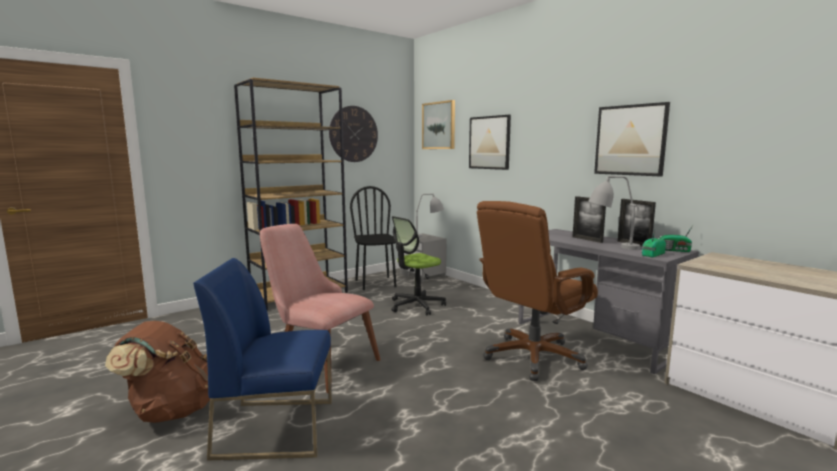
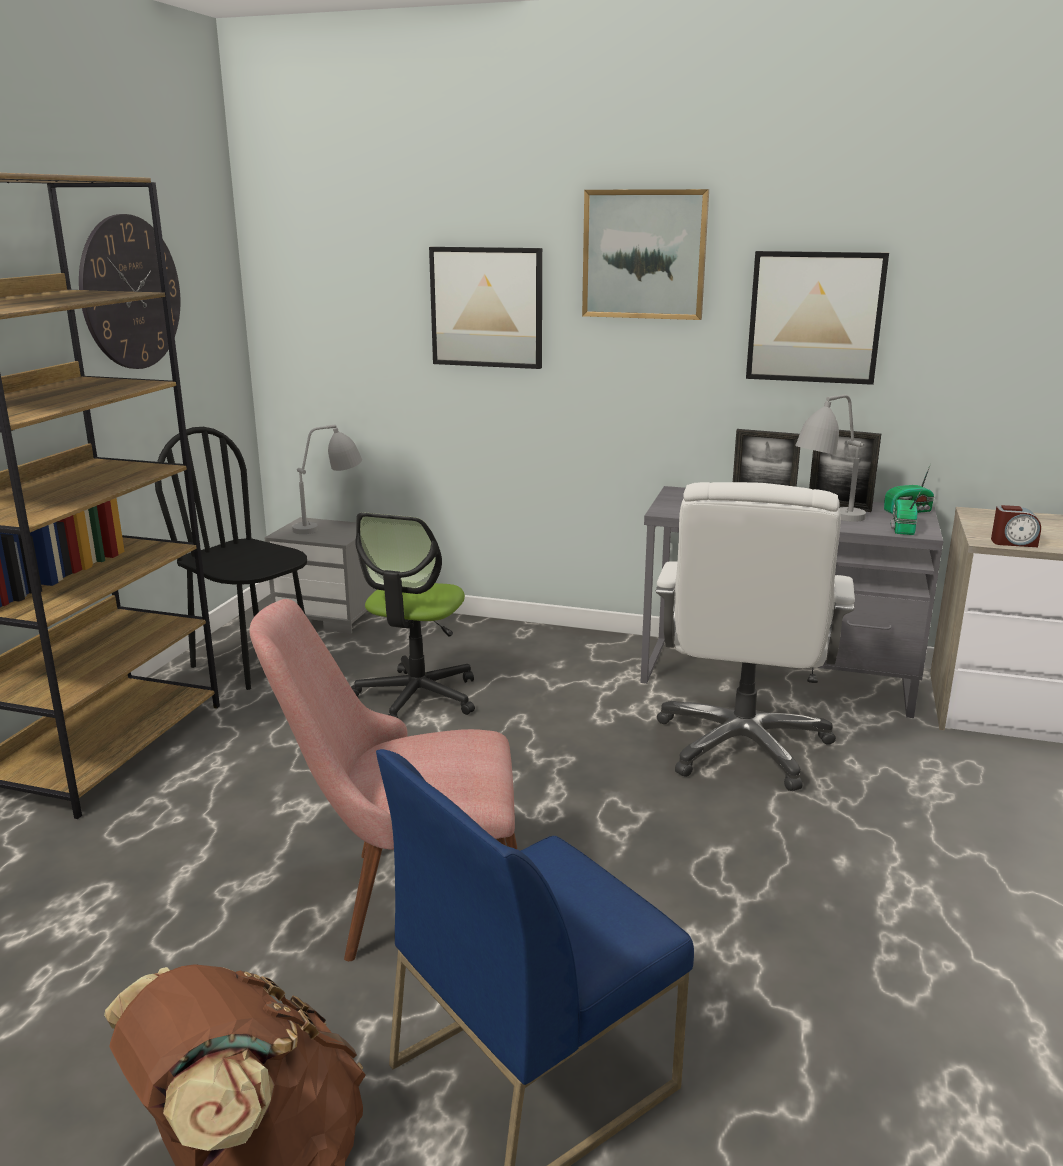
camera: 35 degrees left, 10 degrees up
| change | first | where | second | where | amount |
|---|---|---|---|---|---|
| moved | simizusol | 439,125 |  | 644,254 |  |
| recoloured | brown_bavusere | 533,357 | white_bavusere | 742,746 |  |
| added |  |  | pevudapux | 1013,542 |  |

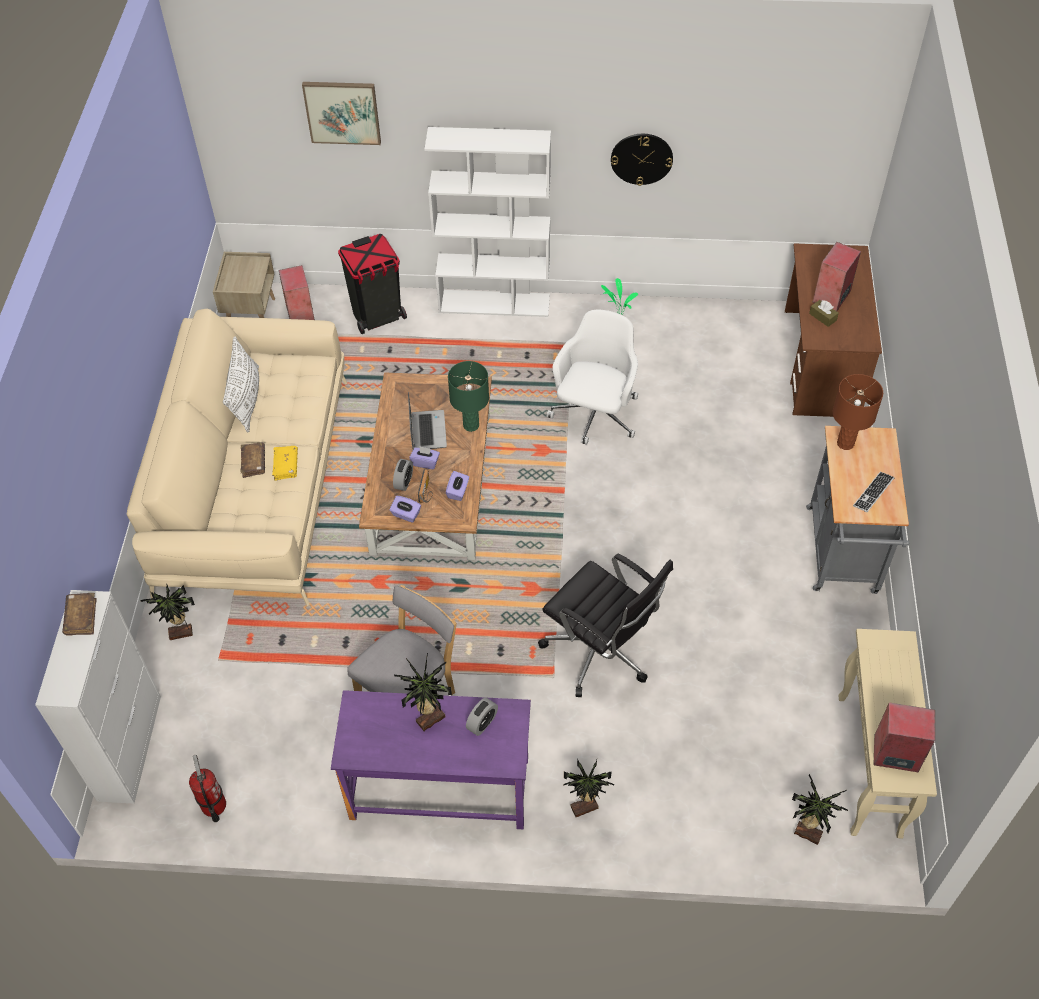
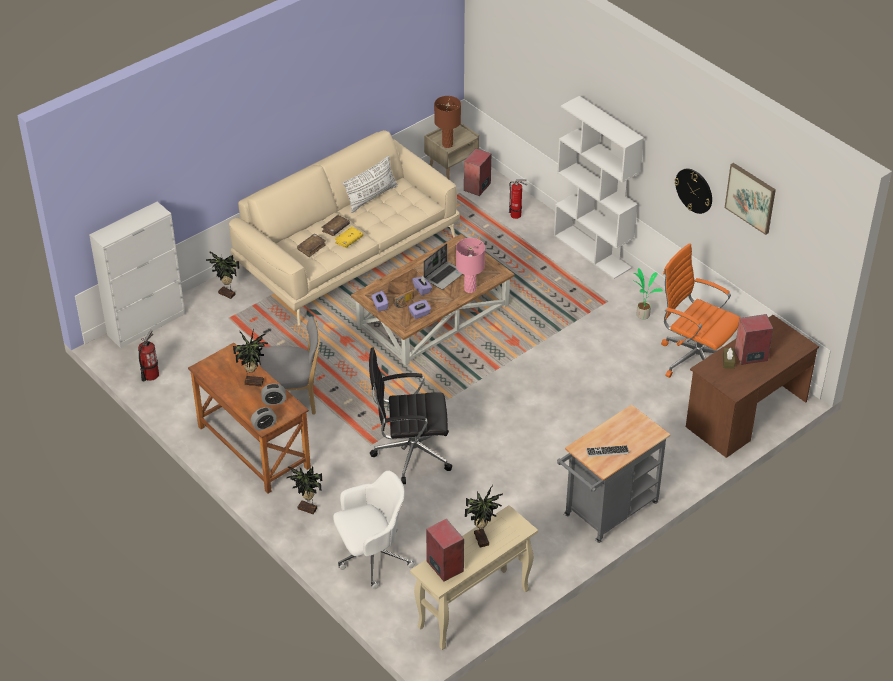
camera: 45 degrees right, 10 degrees down
| change | first | where | second | where | amount |
|---|---|---|---|---|---|
| moved | simizusol | 342,112 |  | 751,197 |  |
| replaced | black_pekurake | 377,316 | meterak | 517,215 |  |
| moved | white_bavusere | 595,415 |  | 371,557 |  |
| recoloured | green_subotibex | 471,425 | pink_subotibex | 470,289 |  |
| moved | brown_subotibex | 845,443 |  | 447,144 |  |
| moved | pevudapux | 404,482 |  | 264,425 |  |
| turned | black_bavusere | 601,652 |  | 410,453 | 90 degrees clockwise |
| moved | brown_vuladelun | 81,617 |  | 311,248 |  |
| recoloured | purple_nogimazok | 439,789 | brown_nogimazok | 253,447 |  |
| moved | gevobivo | 807,832 |  | 482,538 |  |
| added |  |  | orange_bavusere | 694,358 |  |

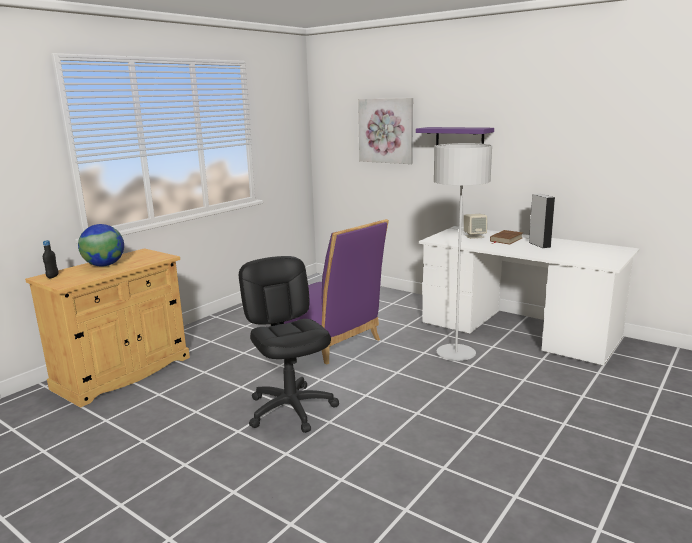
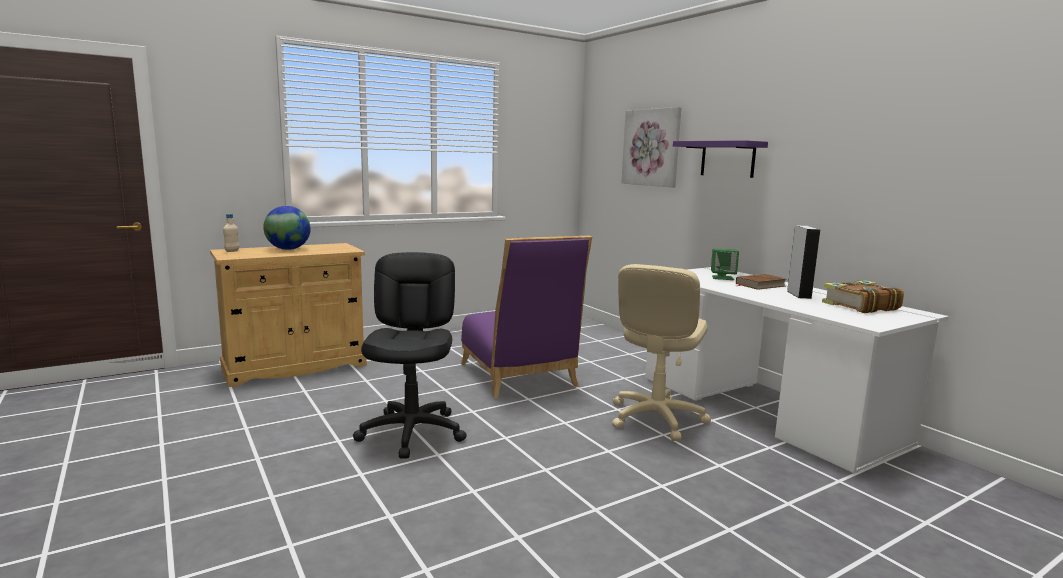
camera: 20 degrees right, 5 degrees down
| change | first | where | second | where | amount |
|---|---|---|---|---|---|
| replaced | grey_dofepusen | 456,354 | beige_bavusere | 655,418 |  |
| recoloured | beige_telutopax | 474,236 | green_telutopax | 722,278 |  |
| recoloured | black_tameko | 53,276 | beige_tameko | 232,251 |  |
| added |  |  | vuladelun | 859,306 |  |

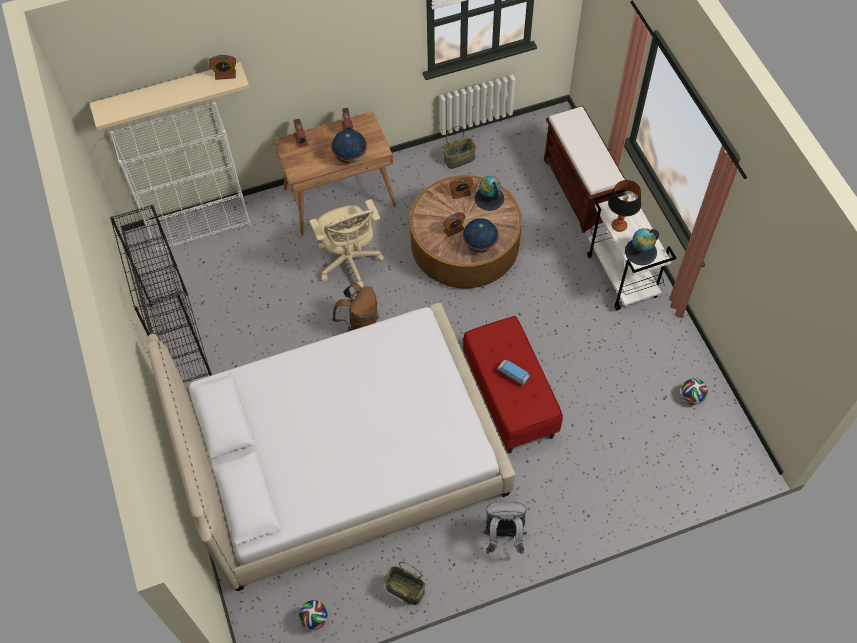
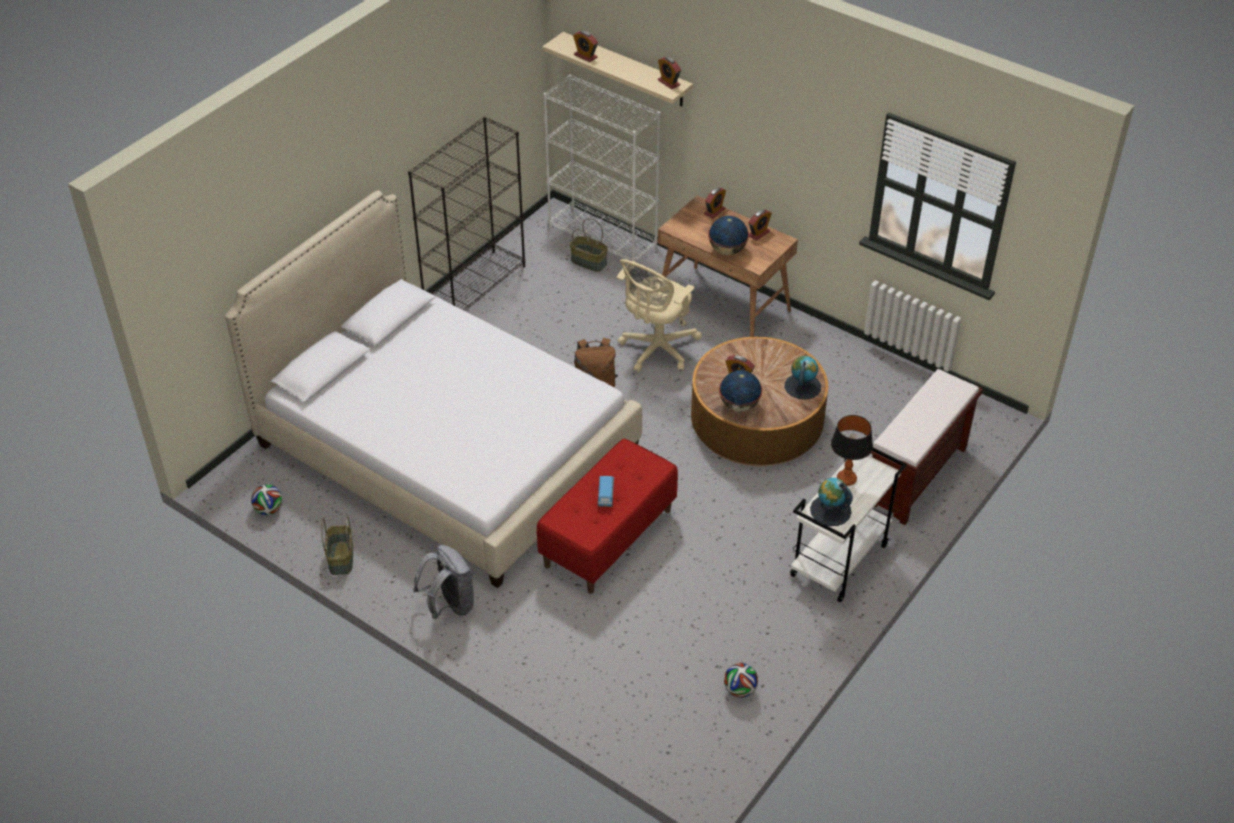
camera: 55 degrees right, 15 degrees down
| change | first | where | second | where | amount |
|---|---|---|---|---|---|
| moved | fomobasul | 459,159 |  | 589,262 |  |
| moved | pevudapux | 460,193 |  | 585,56 |  |

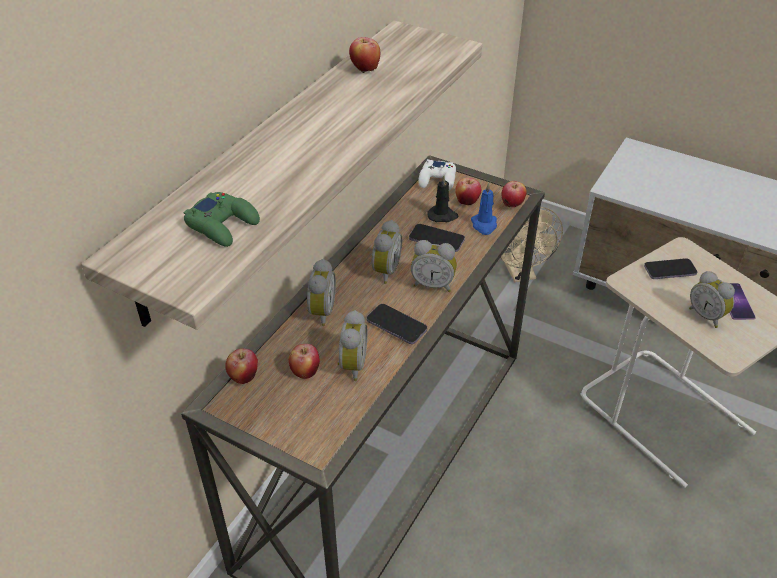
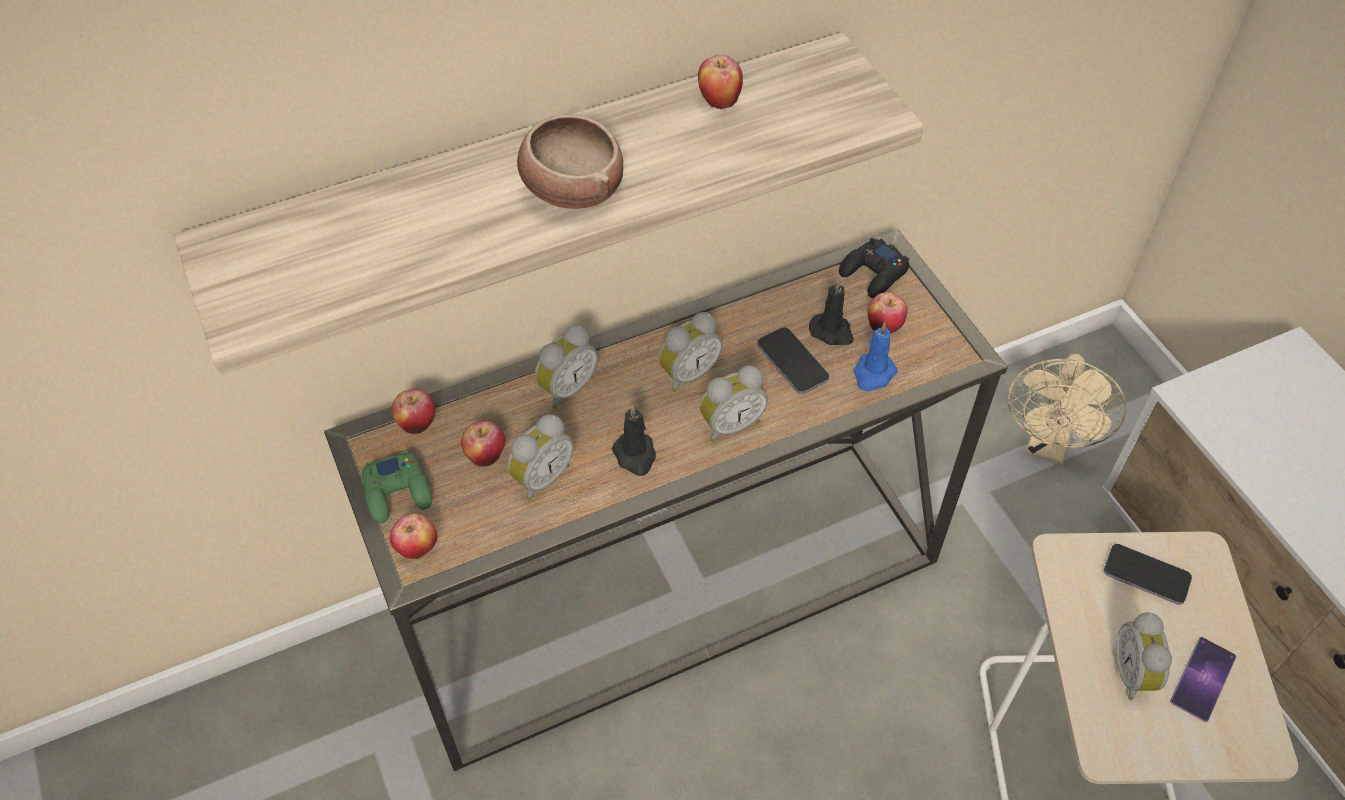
camera: 35 degrees right, 10 degrees up
| change | first | where | second | where | amount |
|---|---|---|---|---|---|
| recoloured | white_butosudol | 437,180 | black_butosudol | 873,274 |  |
| moved | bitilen | 512,205 |  | 417,549 |  |
| moved | green_butosudol | 223,225 |  | 398,492 |  |
| turned | pevudapux | 433,284 |  | 730,424 | 75 degrees counterclockwise |
| replaced | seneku | 396,325 | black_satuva | 635,455 |  |
| added |  |  | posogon | 572,188 |  |

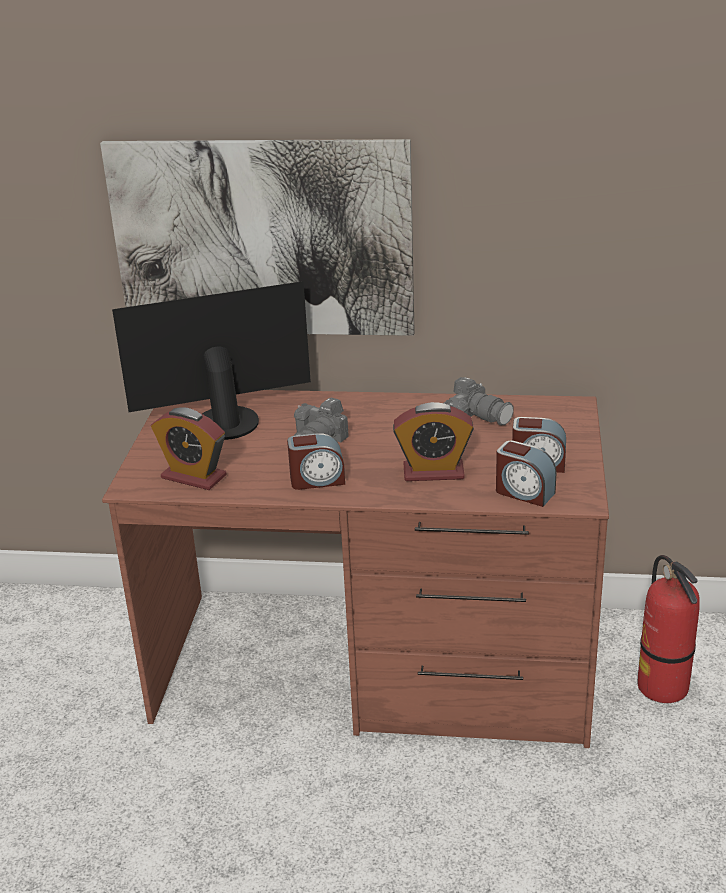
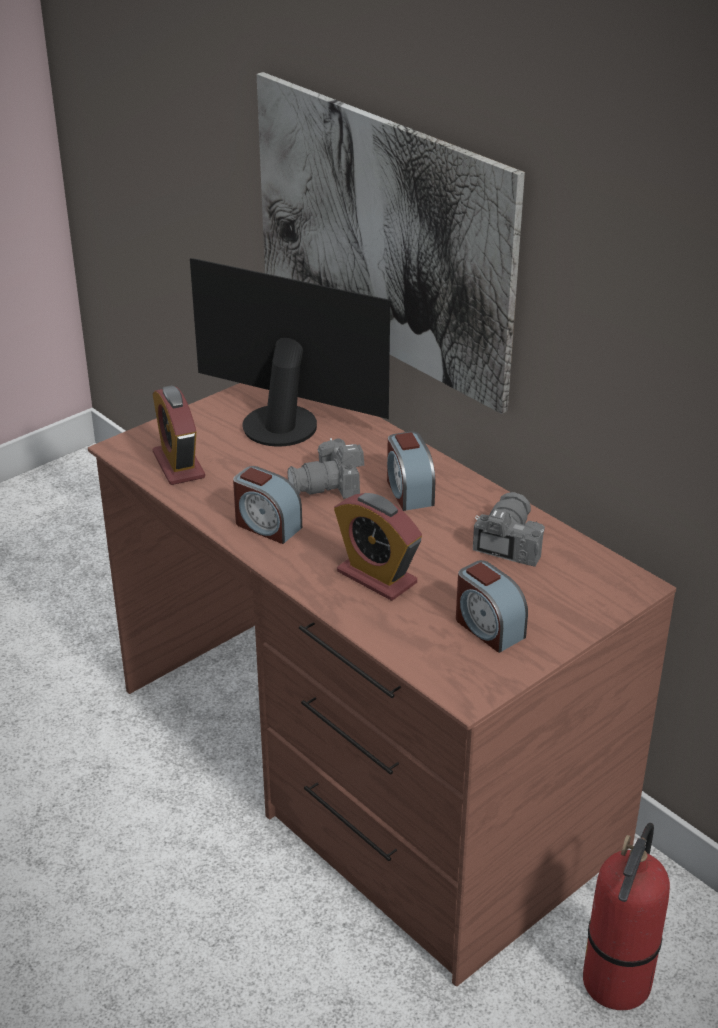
camera: 40 degrees right, 5 degrees up
| change | first | where | second | where | amount |
|---|---|---|---|---|---|
| turned | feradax | 476,418 |  | 507,543 | 150 degrees counterclockwise |
| moved | pevudapux | 524,492 |  | 409,491 |  |

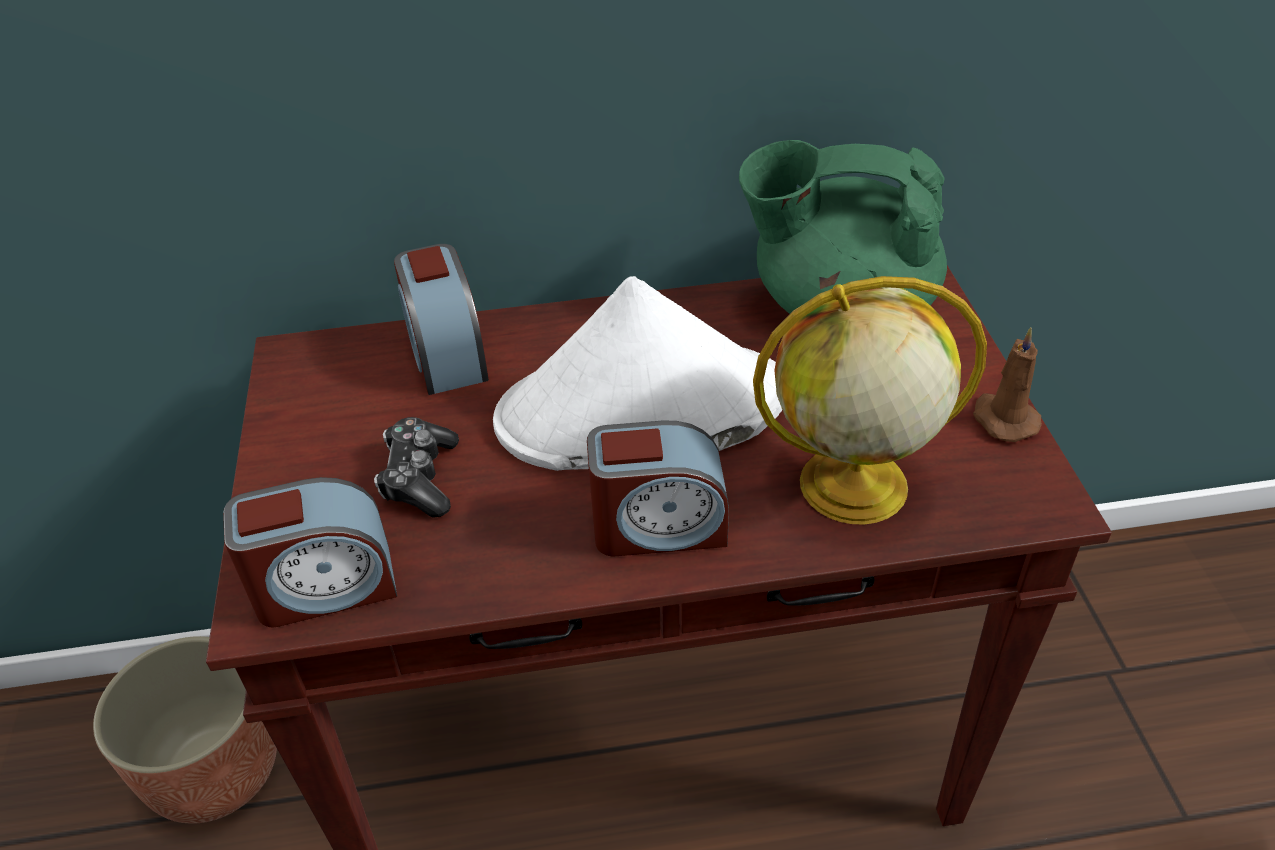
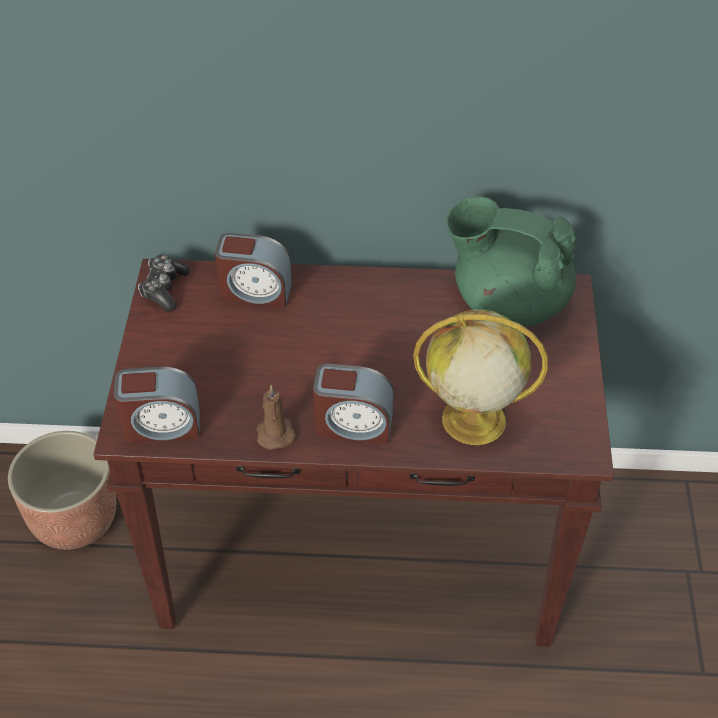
camera: 10 degrees right, 5 degrees up
| change | first | where | second | where | amount |
|---|---|---|---|---|---|
| turned | pevudapux | 446,354 |  | 255,291 | 75 degrees counterclockwise |
| removed | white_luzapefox | 641,410 |  |  |  |
| moved | brown_satuva | 1003,419 |  | 275,432 |  |
| moved | butosudol | 420,478 |  | 164,289 |  |

